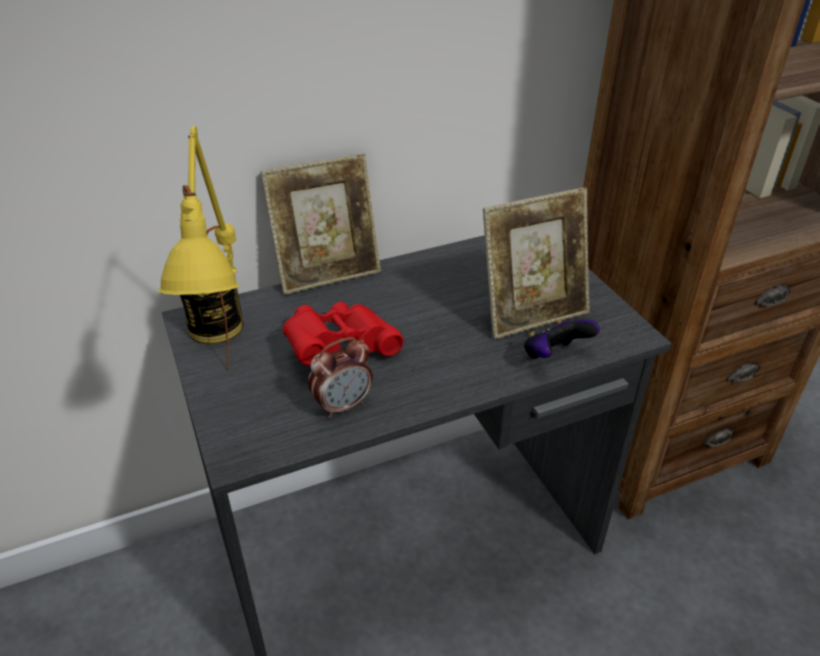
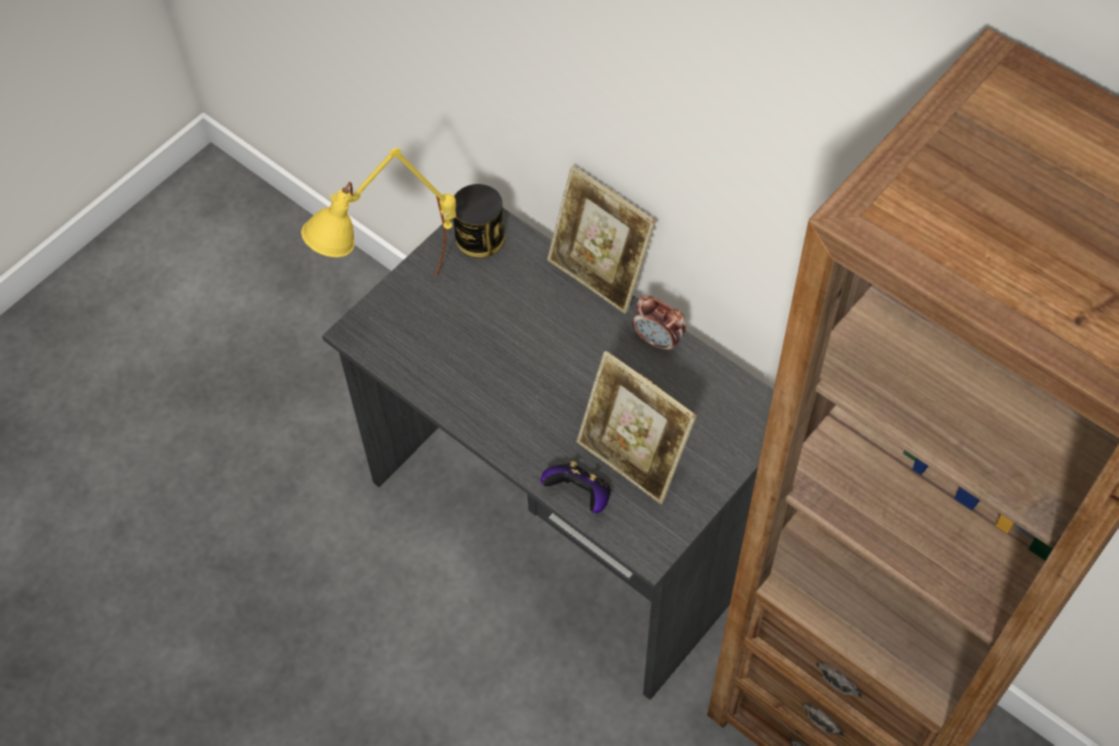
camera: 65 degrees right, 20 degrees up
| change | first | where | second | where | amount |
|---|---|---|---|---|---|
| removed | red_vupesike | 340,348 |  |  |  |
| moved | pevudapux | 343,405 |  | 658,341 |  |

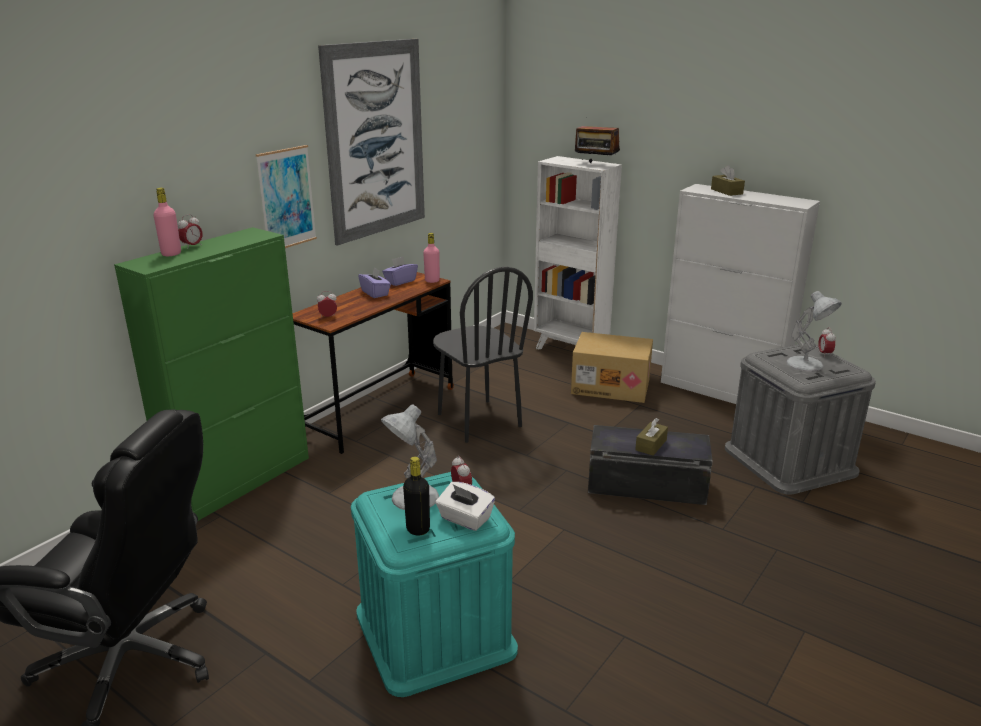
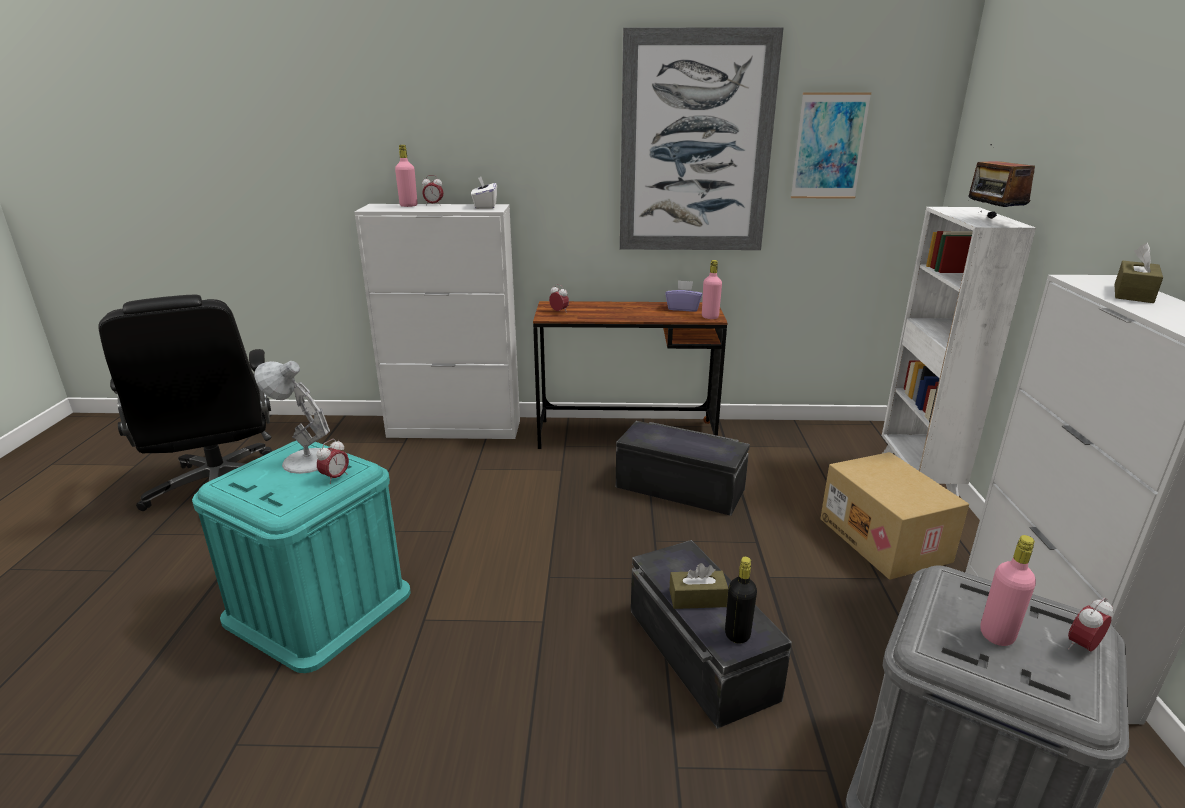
camera: 55 degrees right, 0 degrees up
| change | first | where | second | where | amount |
|---|---|---|---|---|---|
| moved | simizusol | 286,198 |  | 829,146 |  |
| recoloured | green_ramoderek | 241,481 | white_ramoderek | 455,429 |  |
| removed | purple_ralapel | 375,293 |  |  |  |
| replaced | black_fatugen | 478,420 | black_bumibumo | 680,487 |  |
| replaced | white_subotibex | 806,364 | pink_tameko | 997,635 |  |
| moved | black_tameko | 418,529 |  | 737,634 |  |
| moved | white_ralapel | 465,519 |  | 485,206 |  |

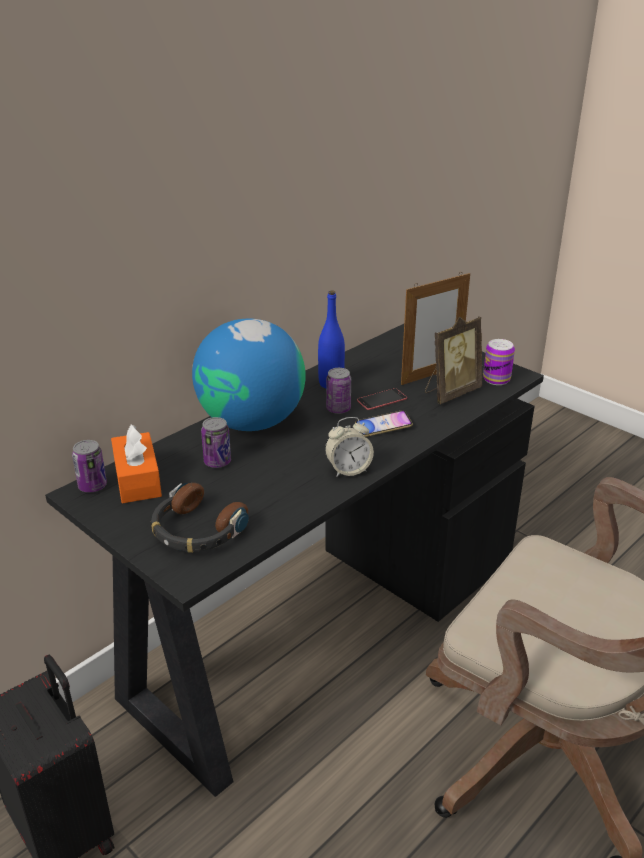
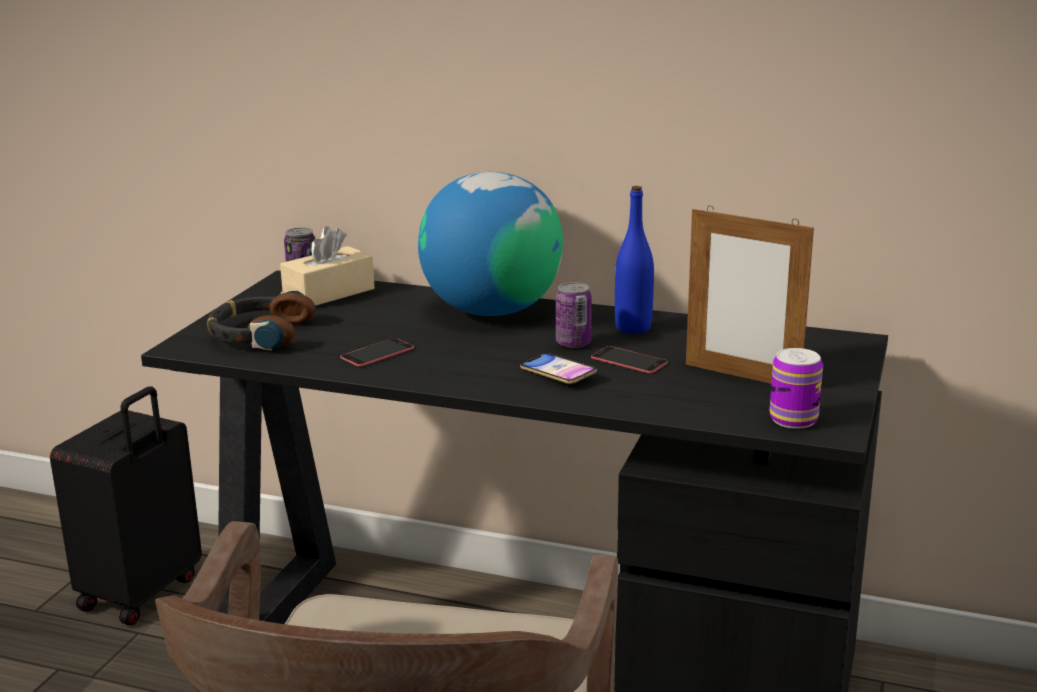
camera: 65 degrees right, 10 degrees down
| change | first | where | second | where | amount |
|---|---|---|---|---|---|
| removed | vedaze | 450,392 |  |  |  |
| removed | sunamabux | 217,462 |  |  |  |
| removed | pevudapux | 348,470 |  |  |  |
| recoloured | orange_ralapel | 137,479 | beige_ralapel | 329,293 |  |
| added |  |  | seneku | 377,353 |  |

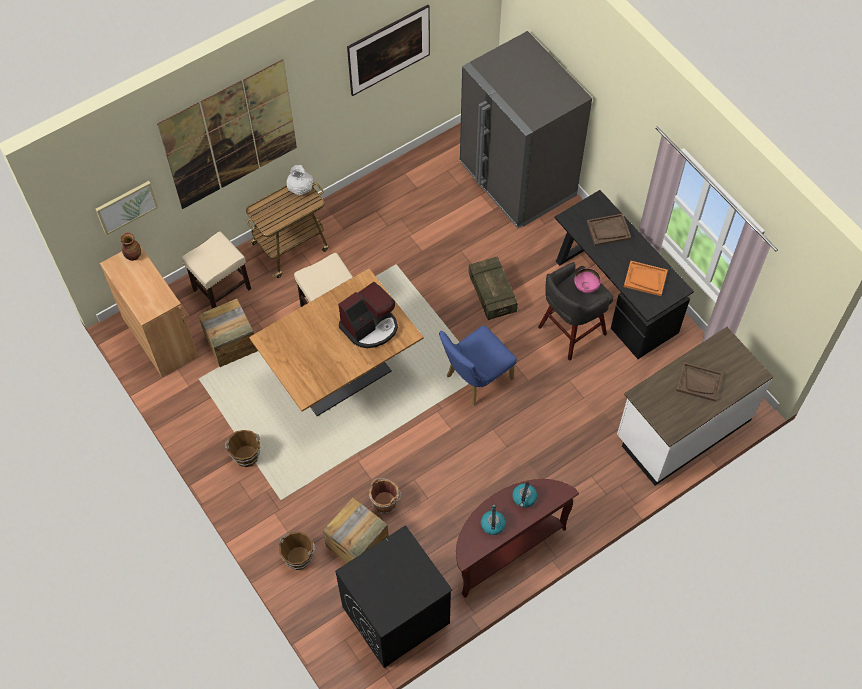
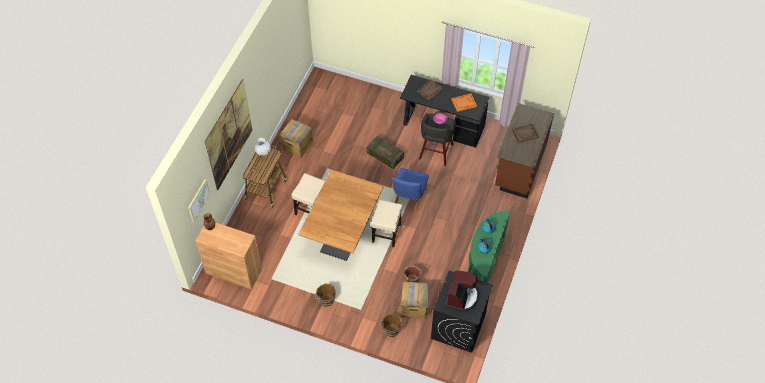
camera: 35 degrees left, 5 degrees down
| change | first | where | second | where | amount |
|---|---|---|---|---|---|
| removed | simizusol | 389,62 |  |  |  |
| removed | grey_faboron | 517,180 |  |  |  |
| moved | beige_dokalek | 221,289 |  | 386,233 |  |
| moved | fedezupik | 370,327 |  | 461,297 |  |
| moved | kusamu | 231,343 |  | 297,145 |  |
| recoloured | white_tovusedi | 682,428 | brown_tovusedi | 519,166 |  |
| recoloured | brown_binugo | 505,548 | green_binugo | 483,266 |  |

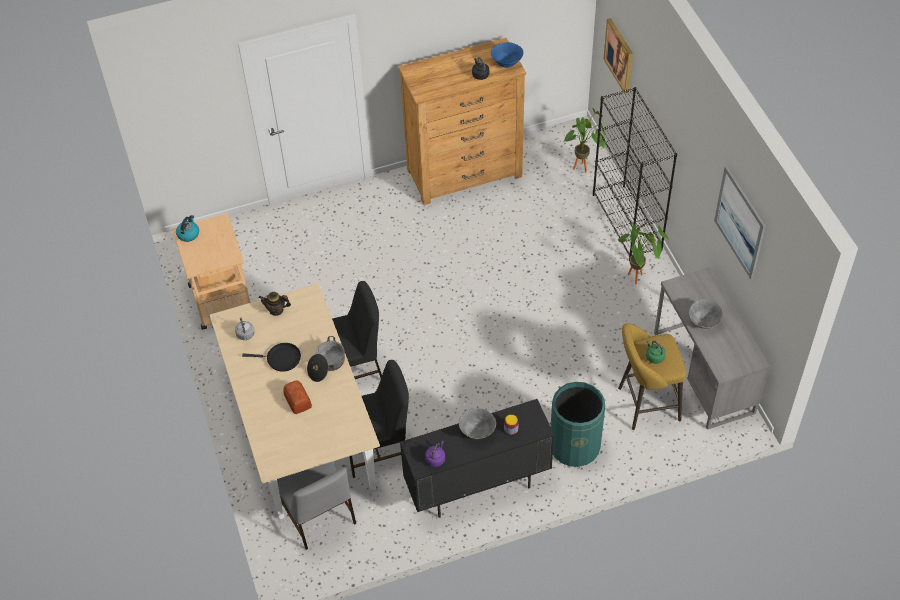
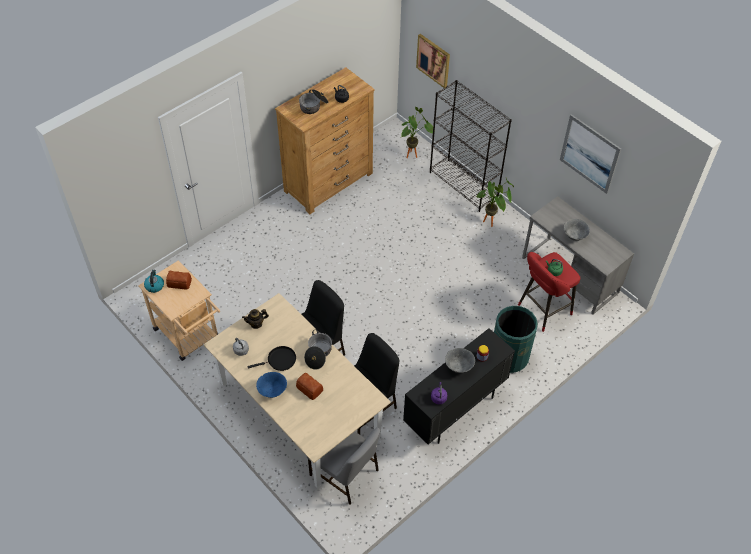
camera: 25 degrees left, 0 degrees up
| change | first | where | second | where | amount |
|---|---|---|---|---|---|
| moved | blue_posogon | 506,64 |  | 272,391 |  |
| recoloured | yellow_dokalek | 645,405 | red_dokalek | 542,311 |  |
| added |  |  | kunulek | 313,106 |  |
| added |  |  | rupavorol | 179,283 |  |

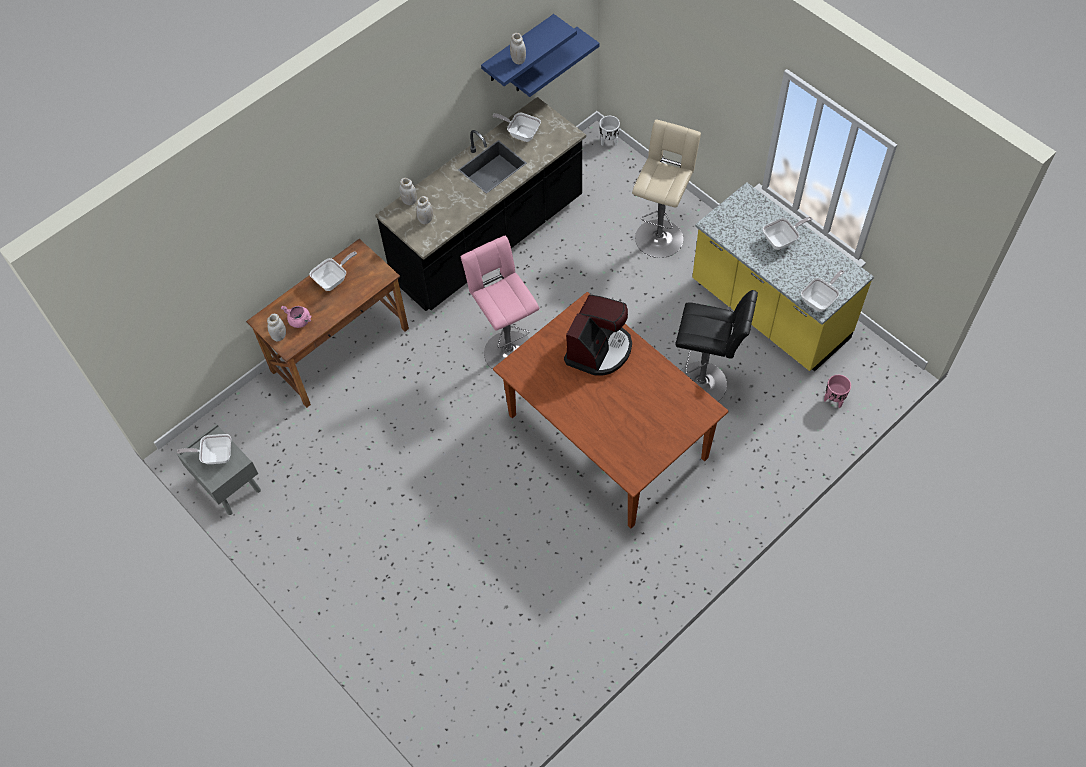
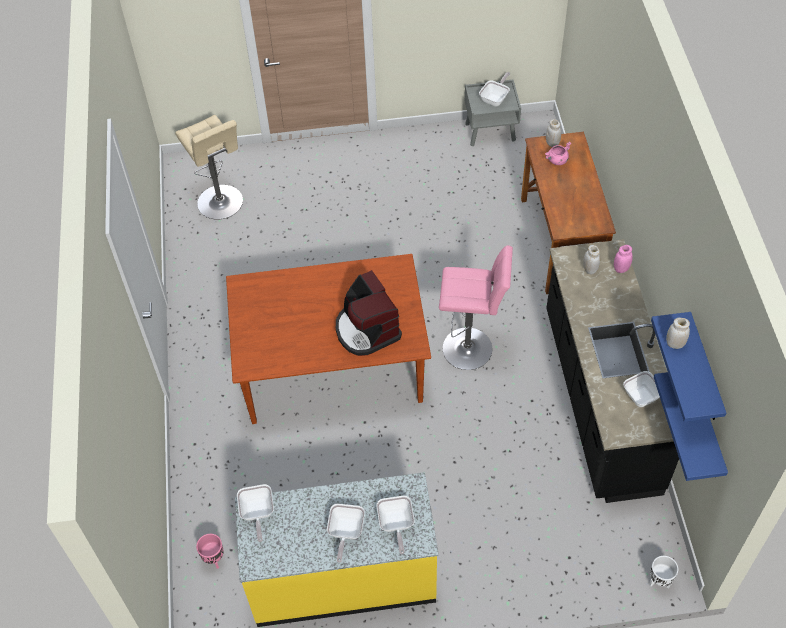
camera: 125 degrees right, 5 degrees down
| change | first | where | second | where | amount |
|---|---|---|---|---|---|
| moved | beige_dokalek | 660,235 |  | 222,204 |  |
| recoloured | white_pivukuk | 409,201 | pink_pivukuk | 621,269 |  |
| moved | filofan | 333,280 |  | 396,525 |  |
| removed | black_dokalek | 705,384 |  |  |  |

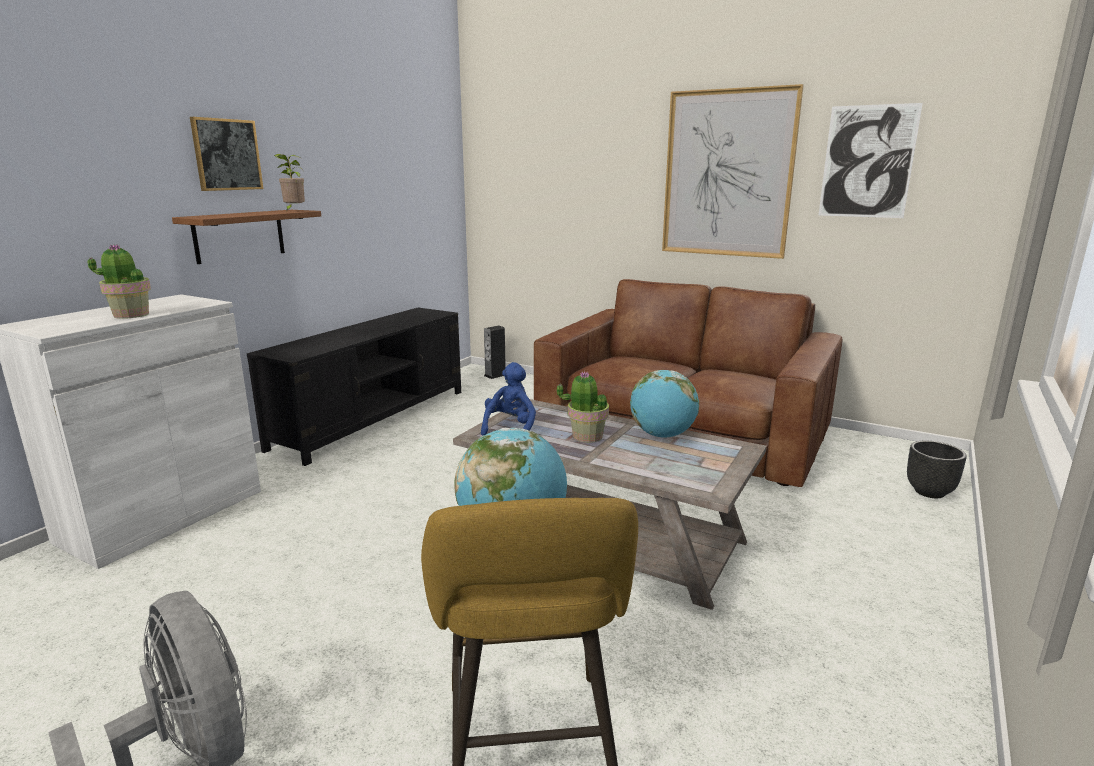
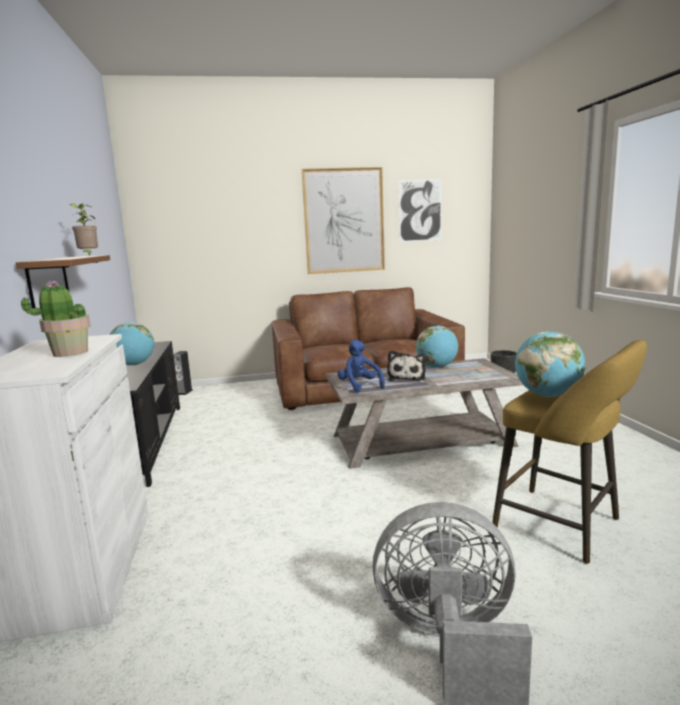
camera: 40 degrees left, 5 degrees down
| change | first | where | second | where | amount |
|---|---|---|---|---|---|
| removed | simizusol | 227,155 |  |  |  |
| replaced | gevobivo | 587,436 | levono | 406,377 |  |
| added |  |  | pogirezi | 134,364 |  |

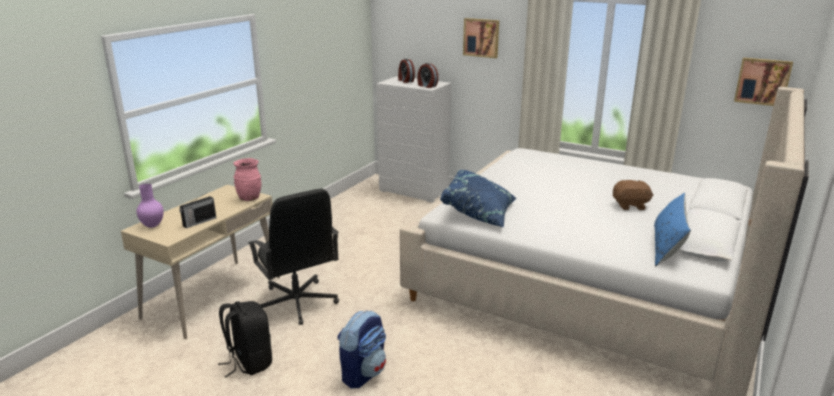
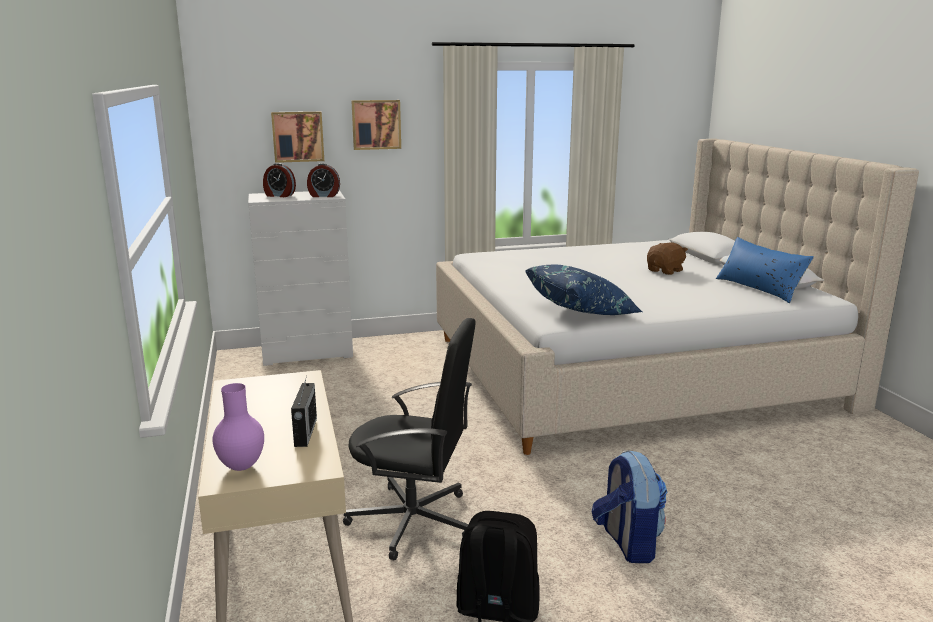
camera: 45 degrees left, 5 degrees down
| change | first | where | second | where | amount |
|---|---|---|---|---|---|
| moved | simizusol | 762,81 |  | 298,136 |  |
| removed | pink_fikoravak | 250,198 |  |  |  |

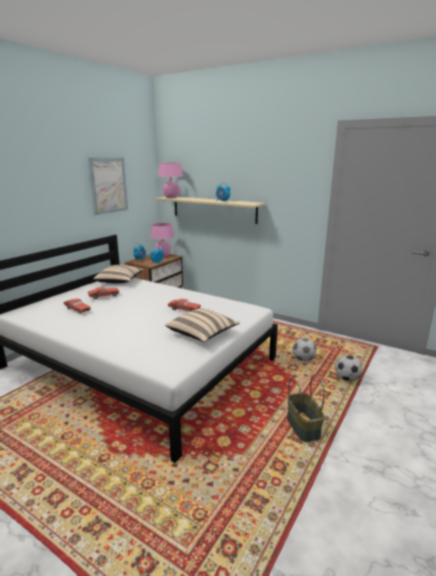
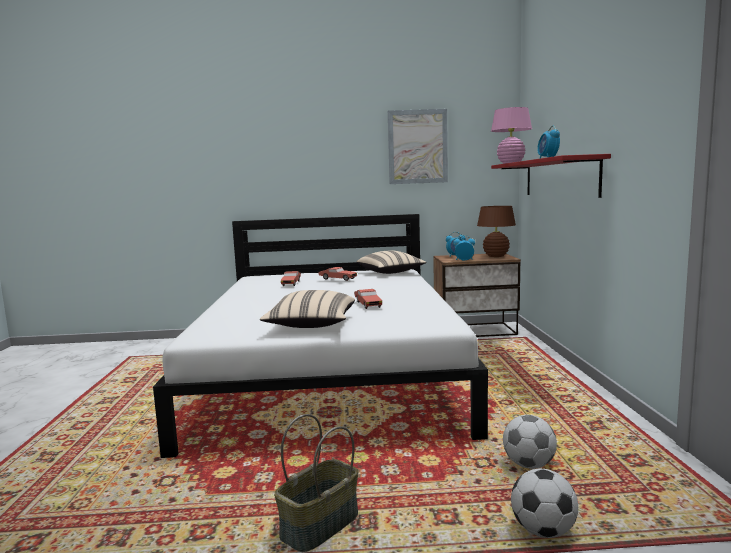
camera: 55 degrees right, 10 degrees down
| change | first | where | second | where | amount |
|---|---|---|---|---|---|
| recoloured | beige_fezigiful | 213,209 | red_fezigiful | 559,178 |  |
| recoloured | pink_subotibex | 163,255 | brown_subotibex | 496,256 |  |

